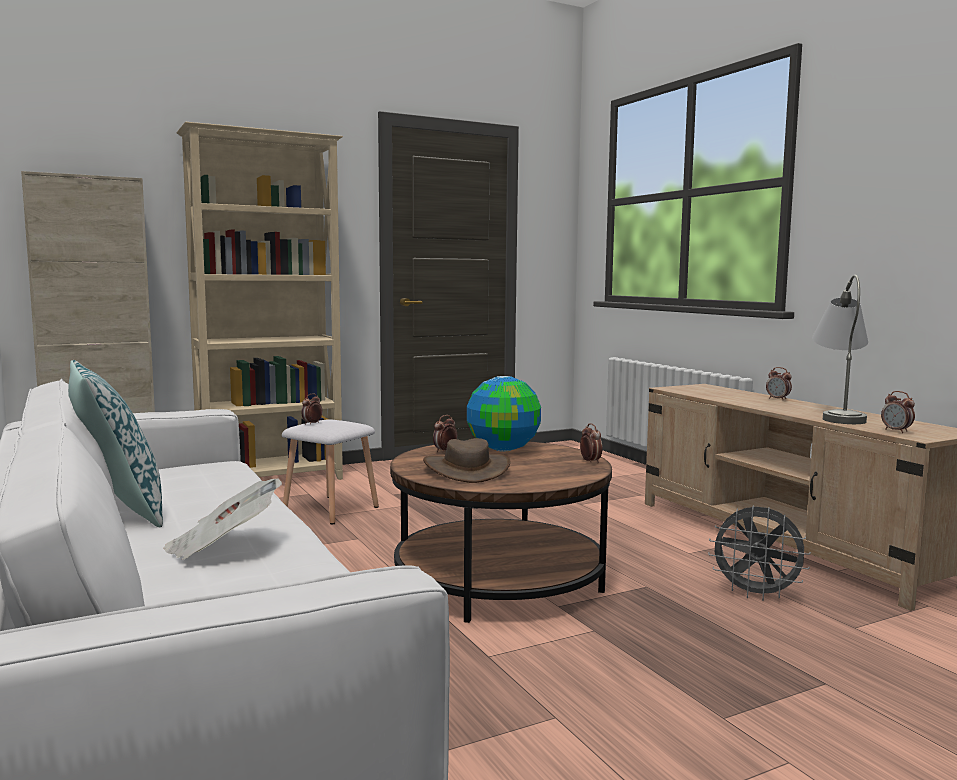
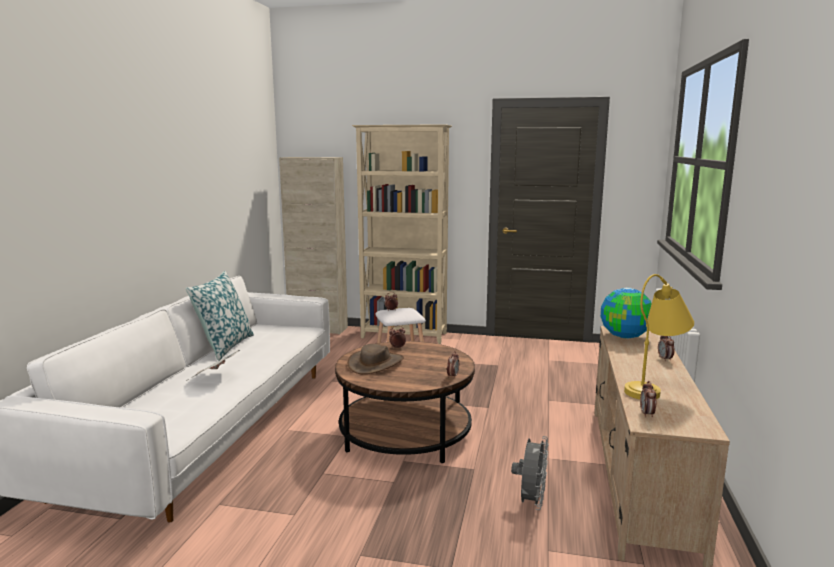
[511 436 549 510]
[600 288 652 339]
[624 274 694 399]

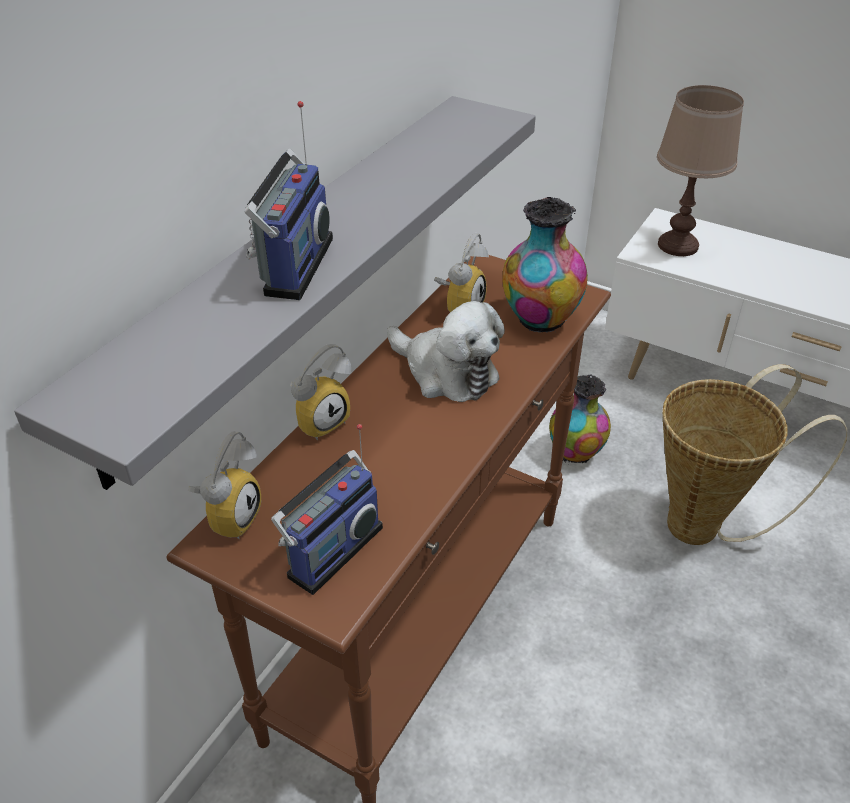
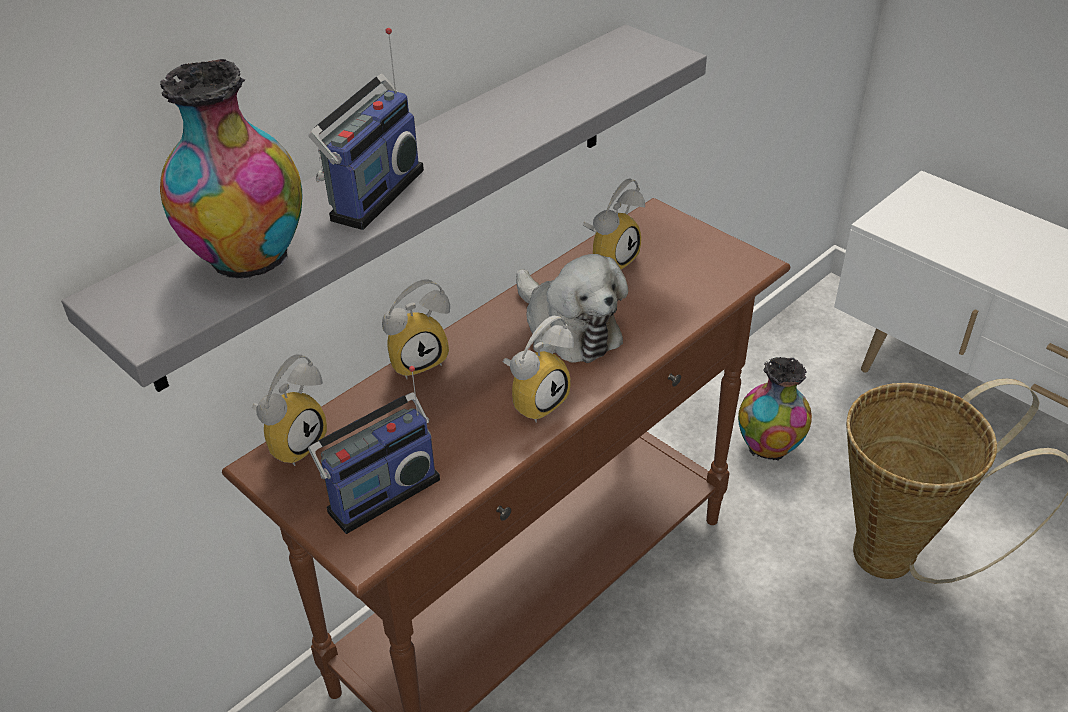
[160 59 302 281]
[503 316 574 423]
[657 85 744 256] (first image)

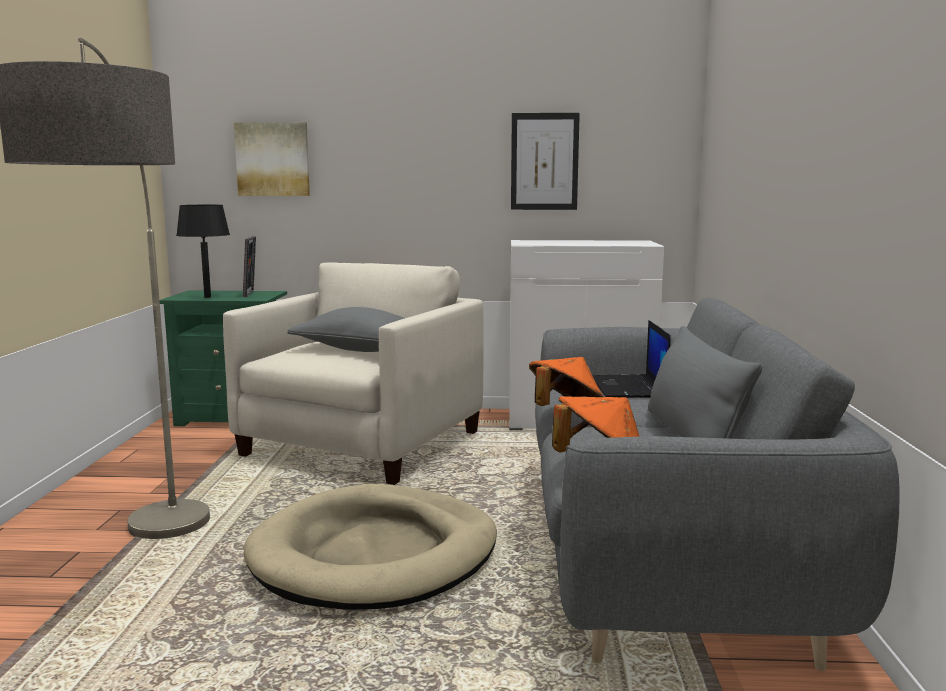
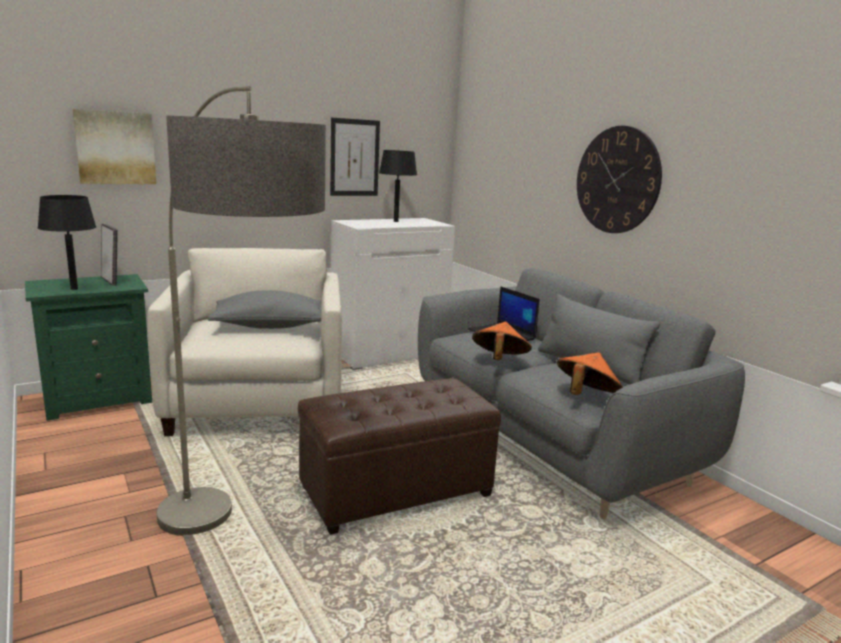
[298 378 501 535]
[379 150 417 222]
[577 126 662 233]

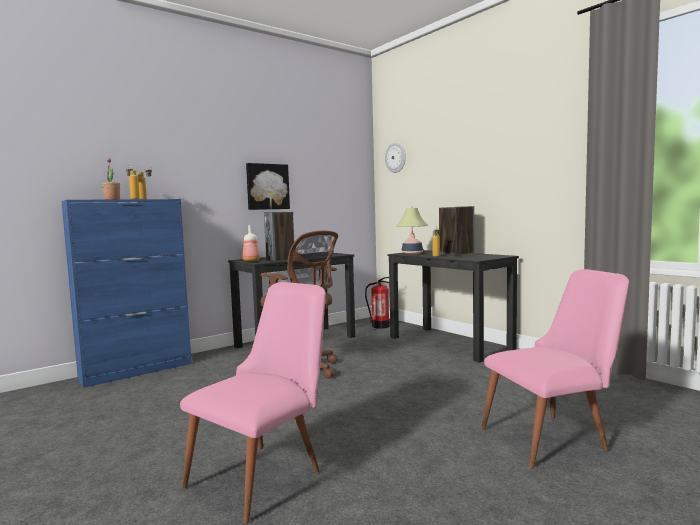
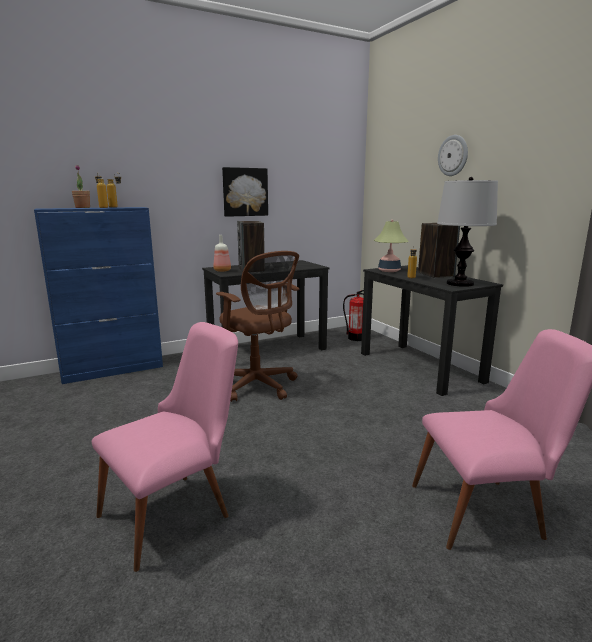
[437 177 498 287]
[438 135 468 176]

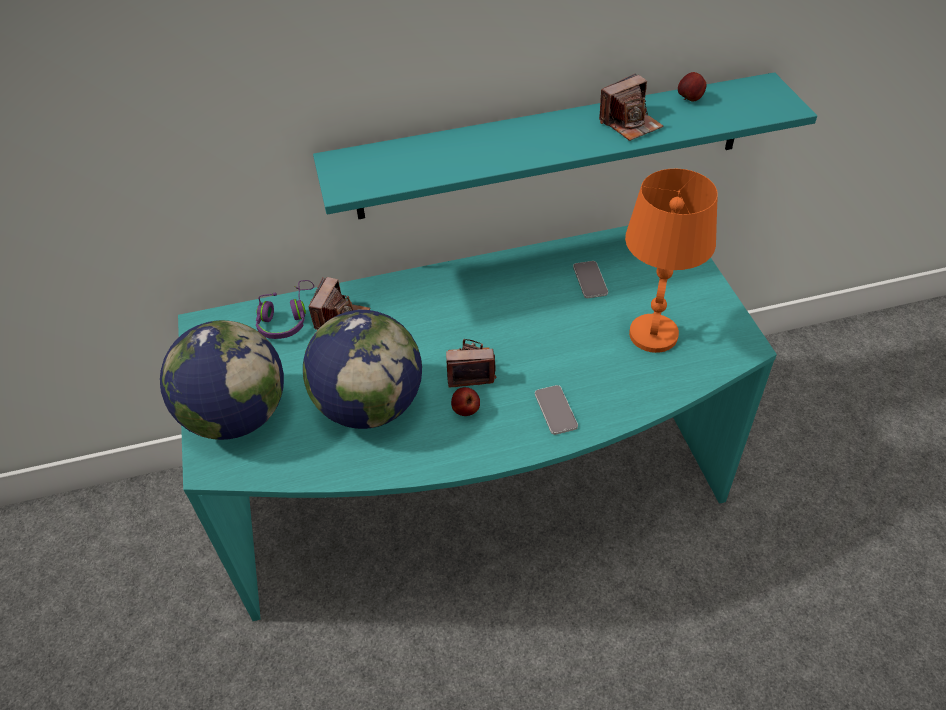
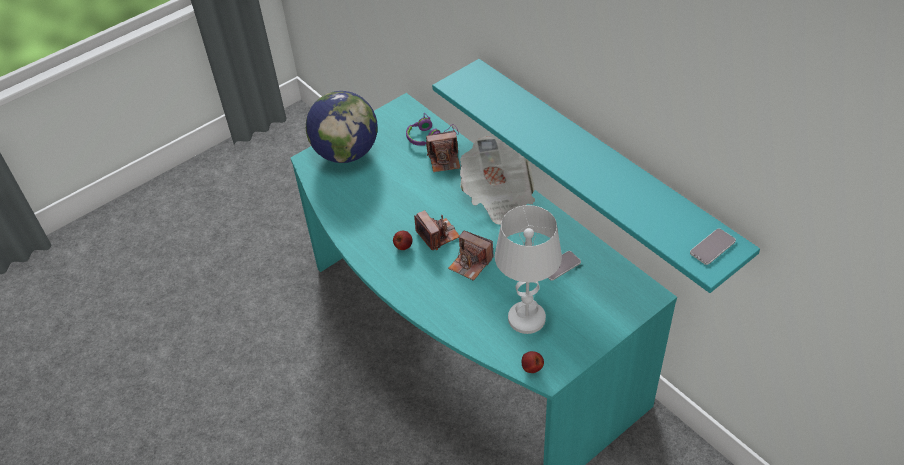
[448 231 494 281]
[460 136 535 225]
[495 205 562 334]
[522 351 544 373]
[690 229 736 265]
[303 310 422 429] (first image)

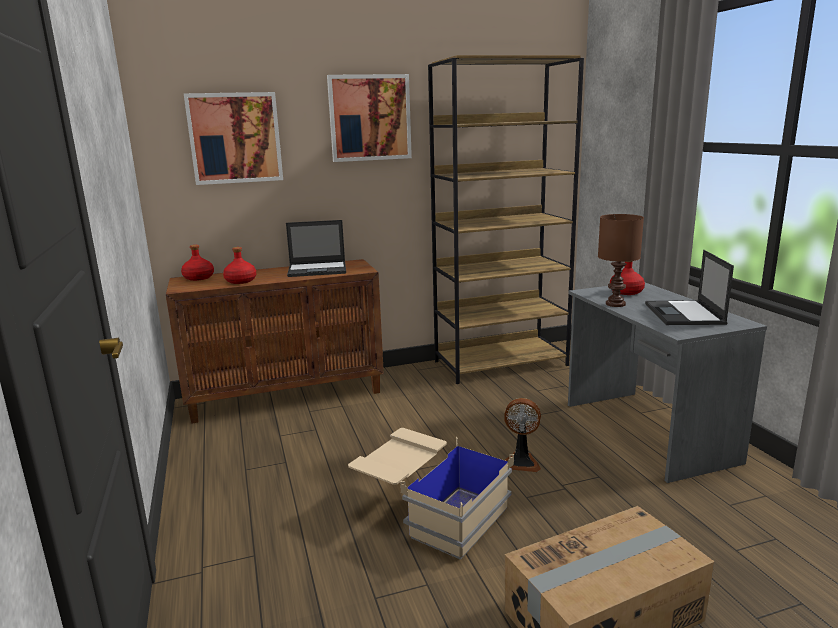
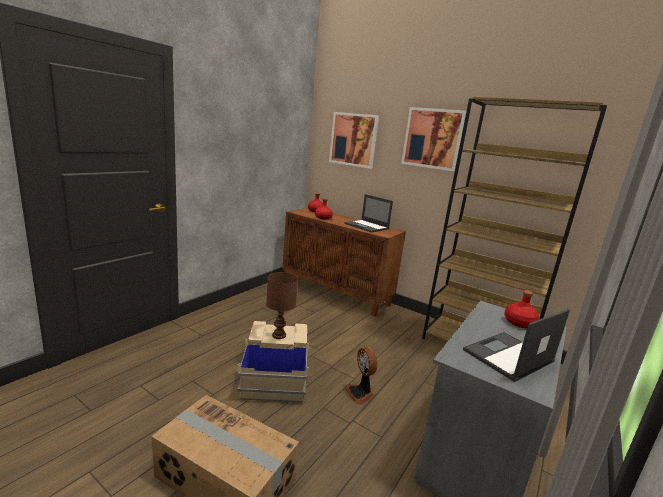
[266 272 298 339]

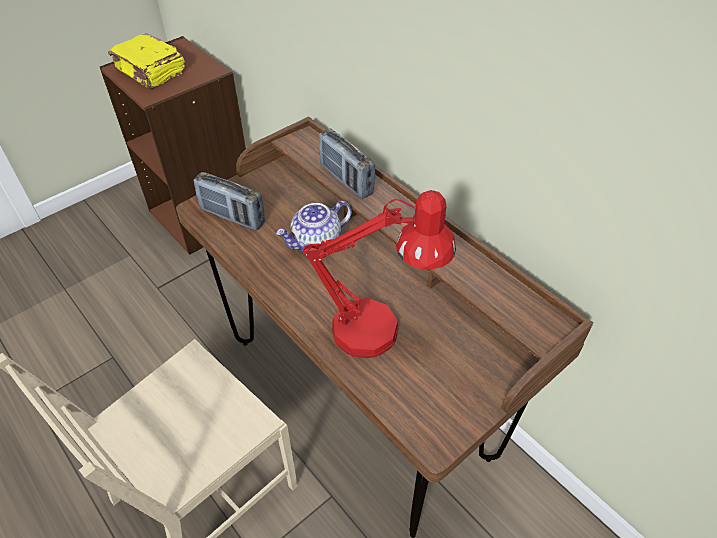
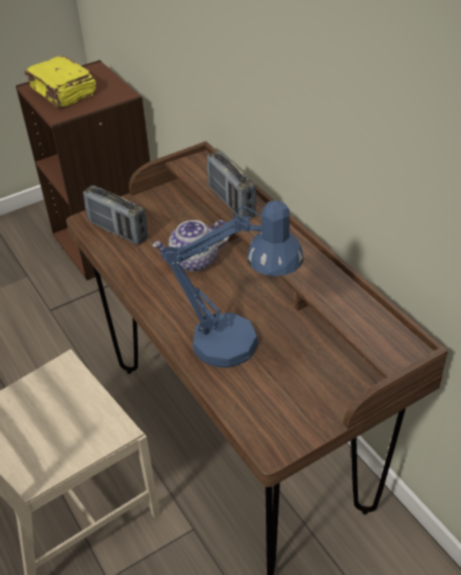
[162 200 304 368]

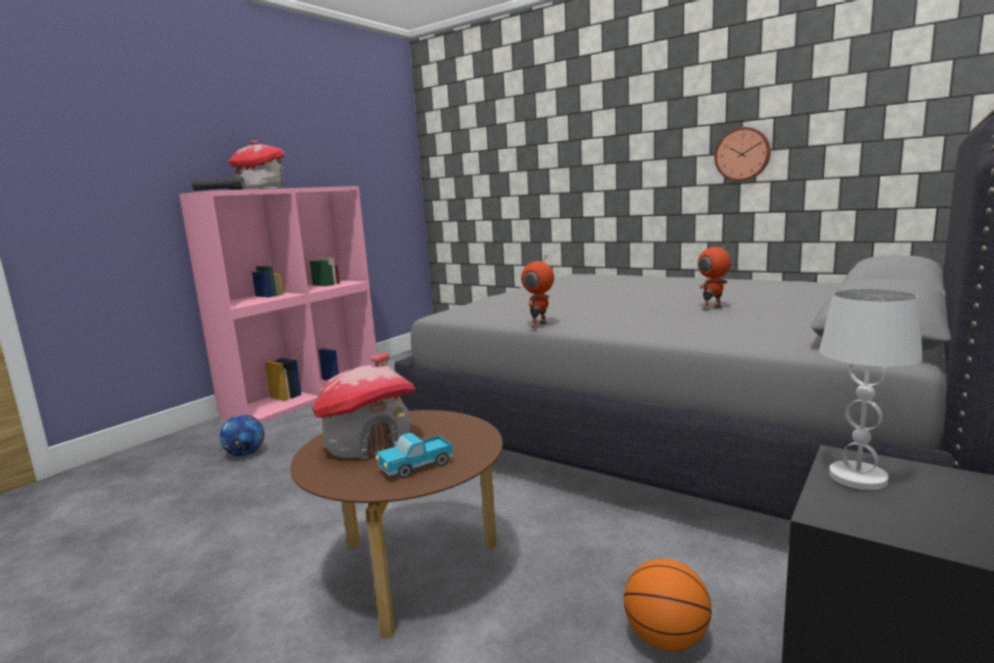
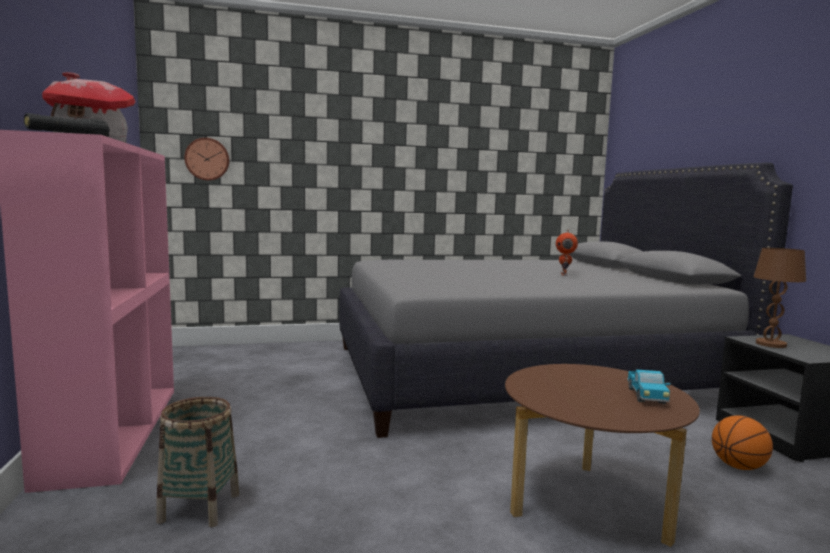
[156 397 239 527]
[184 138 229 181]
[754 248 806 348]
[312 352 416 460] (first image)
[521 254 554 328] (first image)

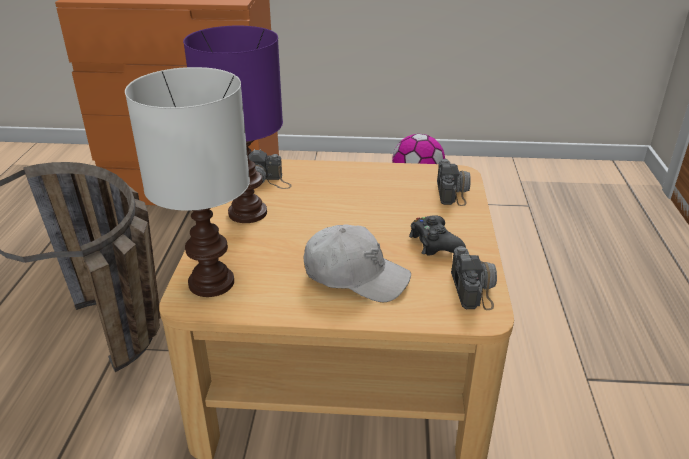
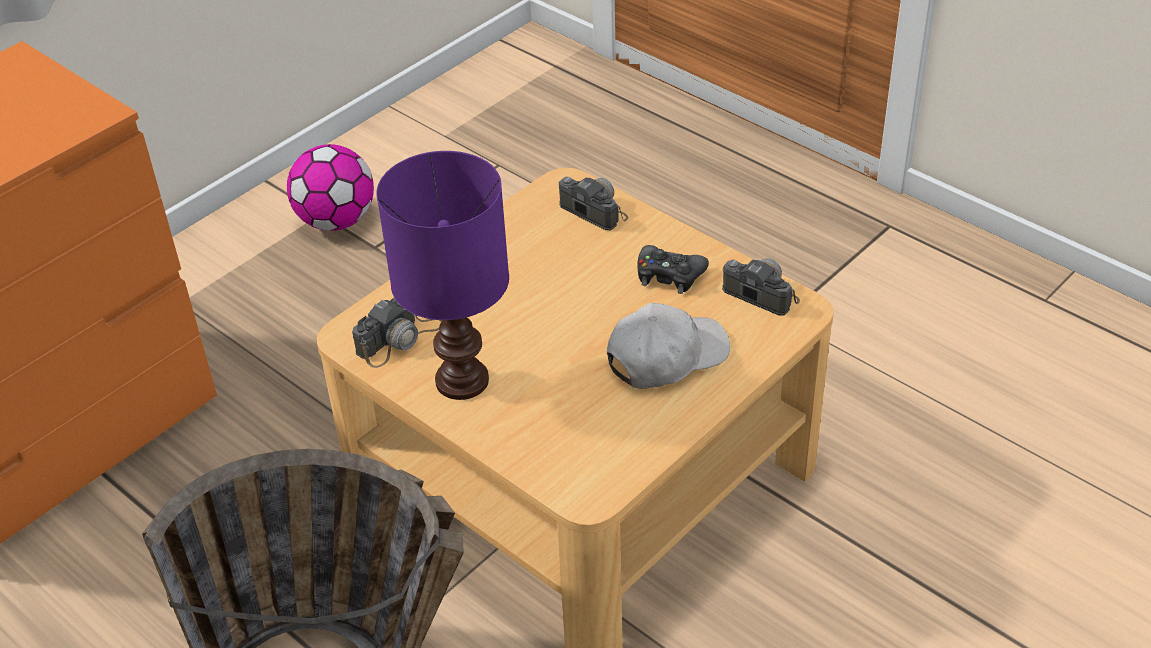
[125 67 250 297] (first image)

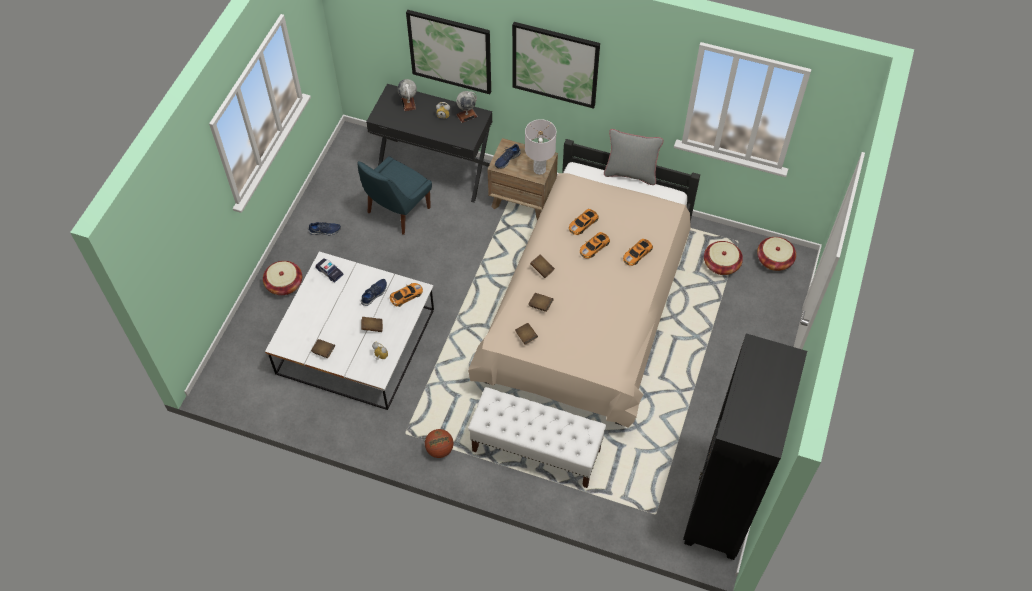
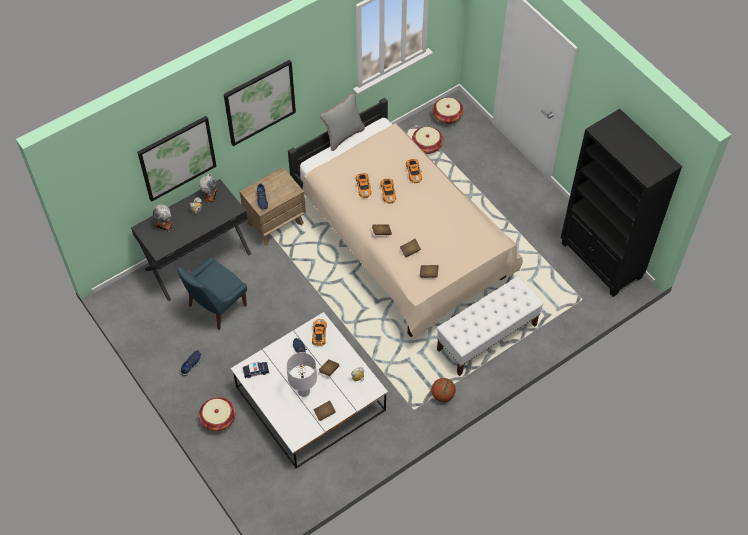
[177 257 247 330]
[286 352 317 397]

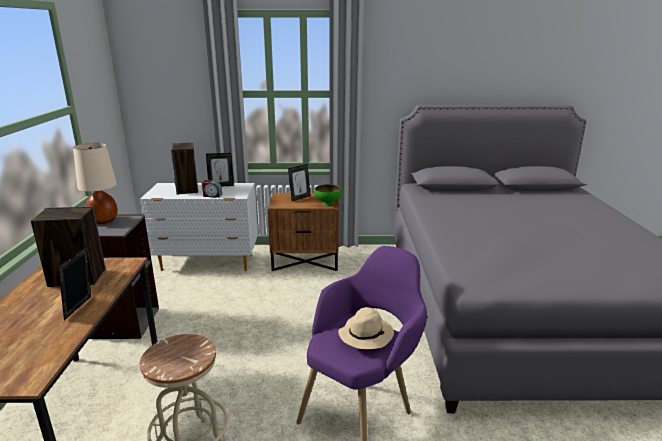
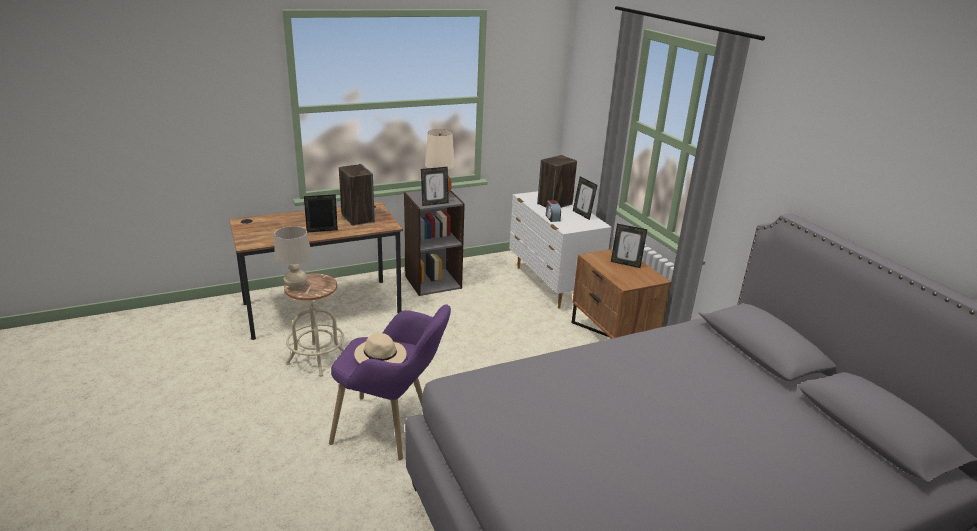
[274 226 312 290]
[421 167 449 206]
[314 184 342 206] (first image)

